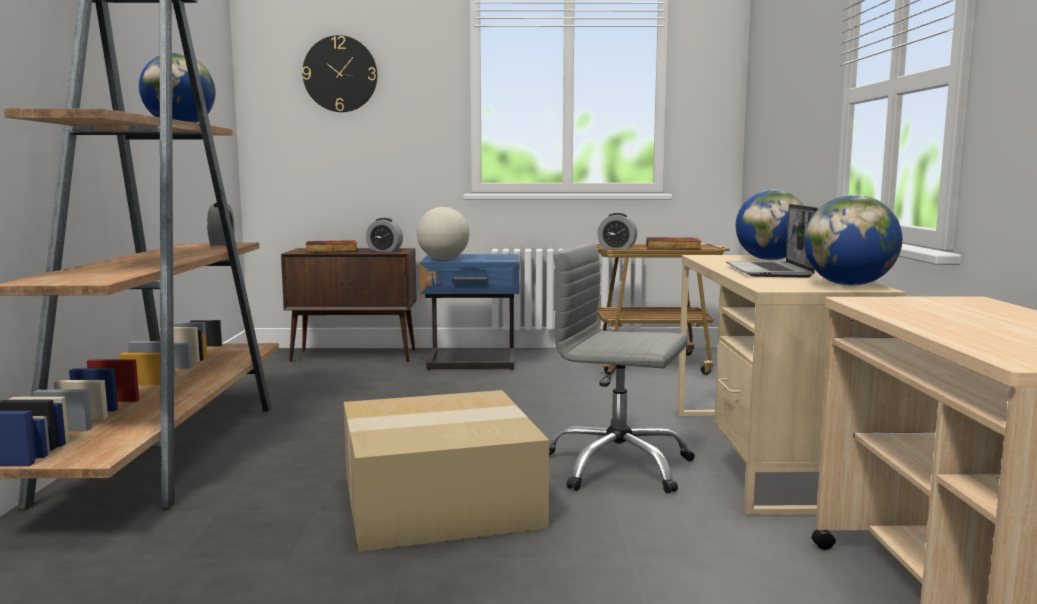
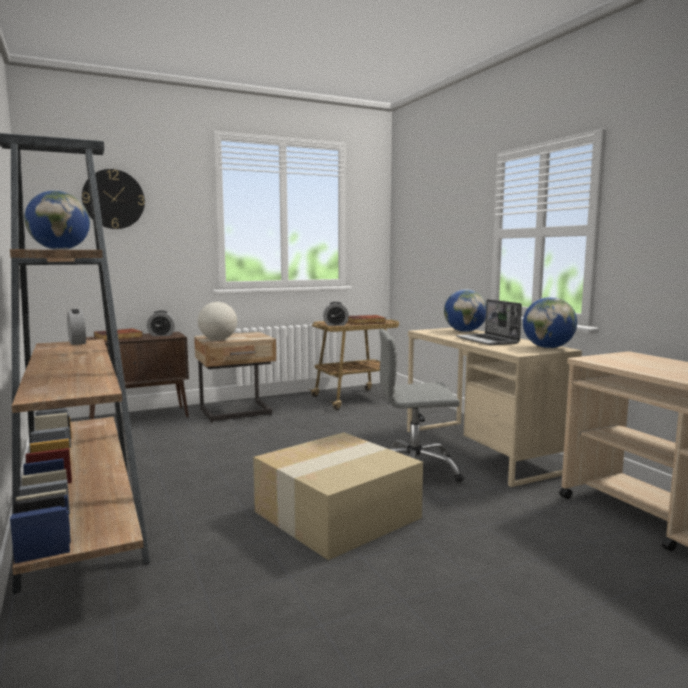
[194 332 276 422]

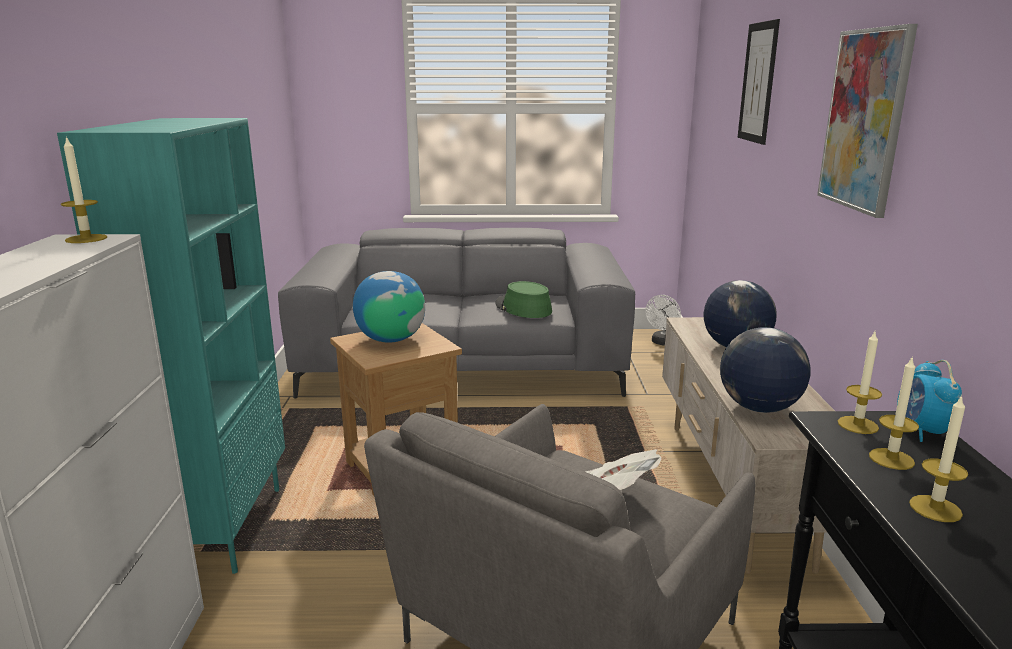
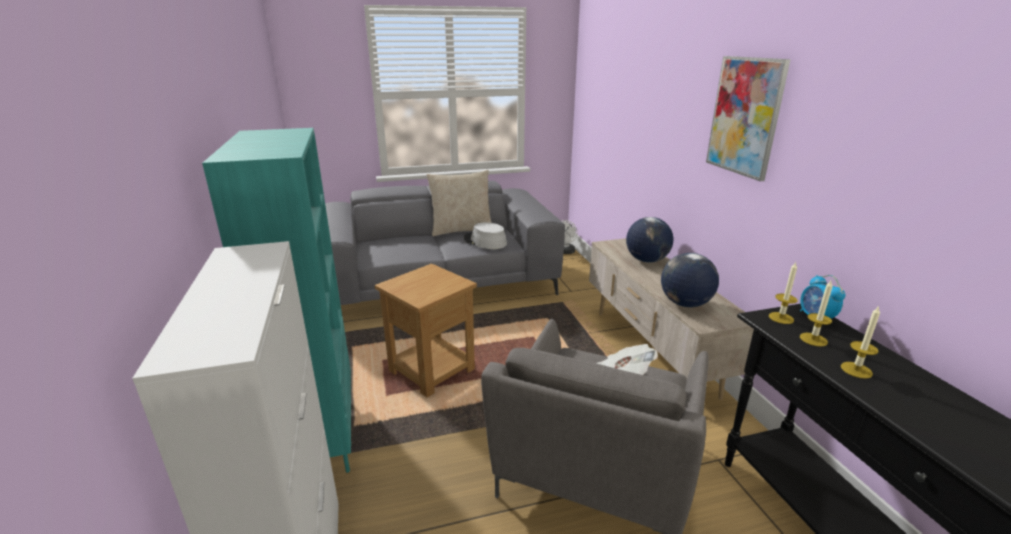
[427 170 492 236]
[464 222 507 249]
[61 136 107 243] (first image)
[353 271 425 342] (first image)
[738 19 780 145] (first image)

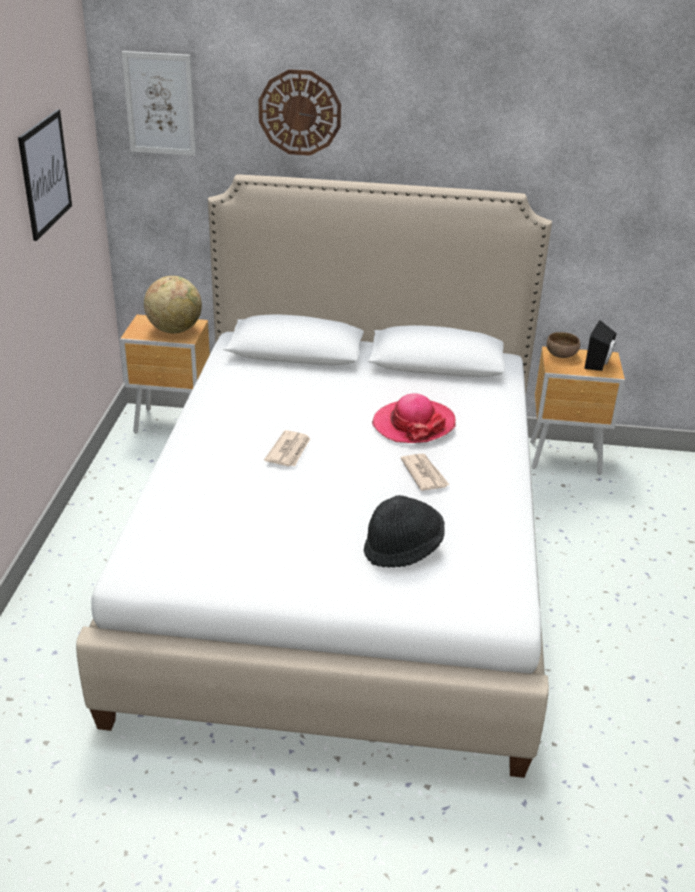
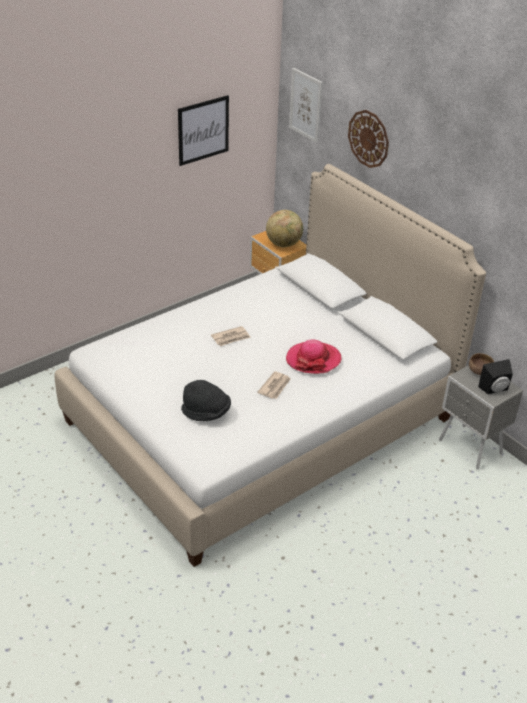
[439 365 523 470]

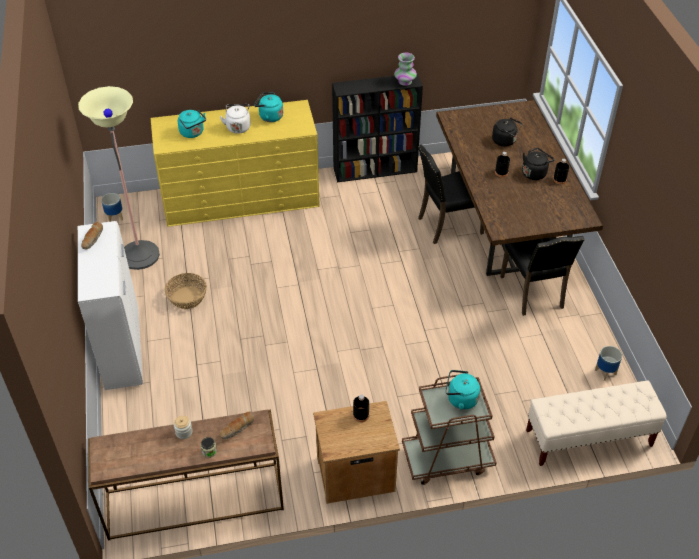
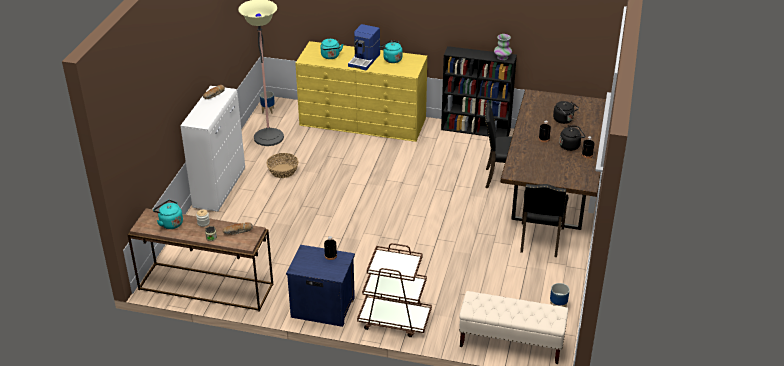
[153 200 183 229]
[286 245 355 327]
[348 24 380 70]

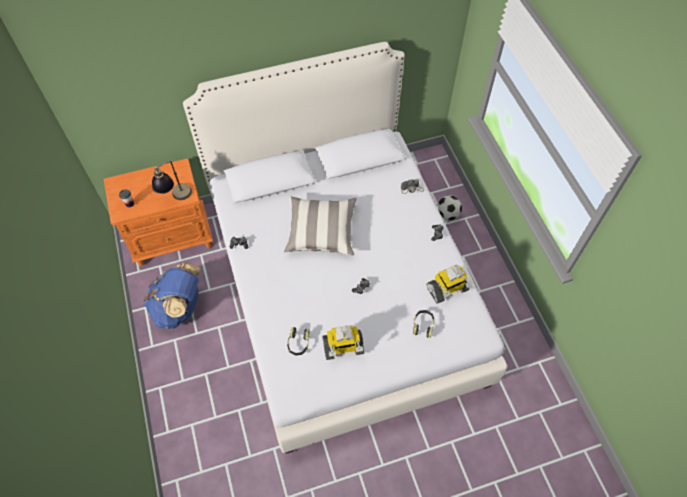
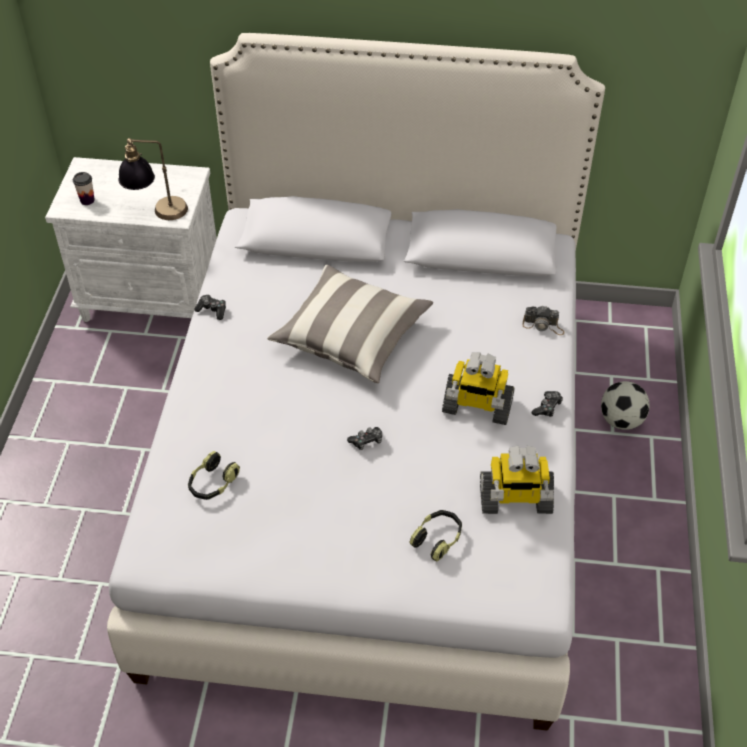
[45 157 217 322]
[442 352 515 425]
[144 263 201 329] (first image)

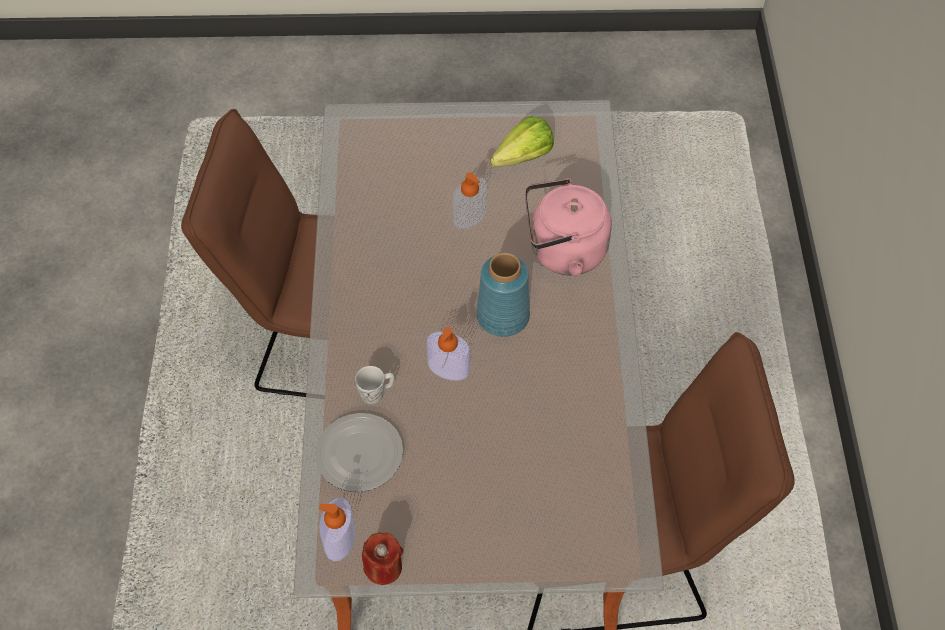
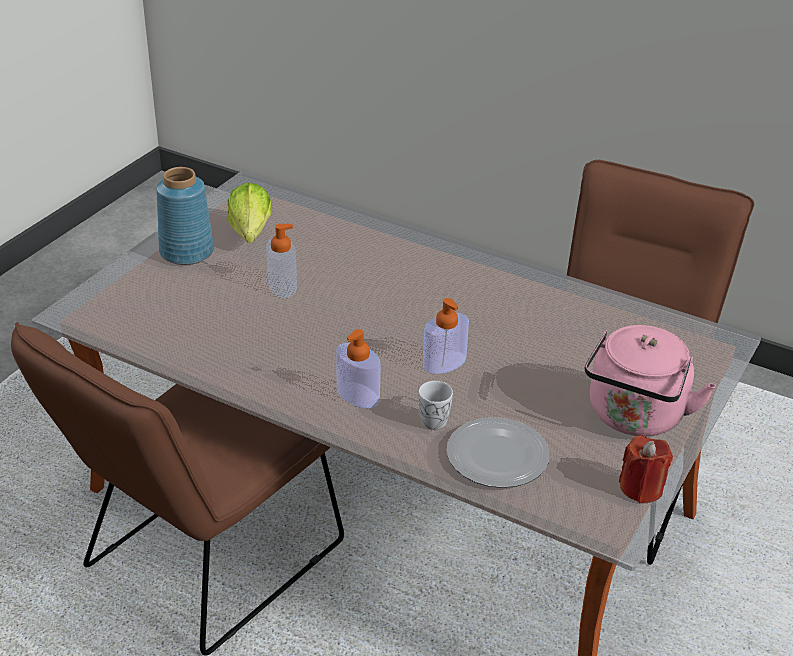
[156 167 214 265]
[336 329 381 408]
[585 325 716 436]

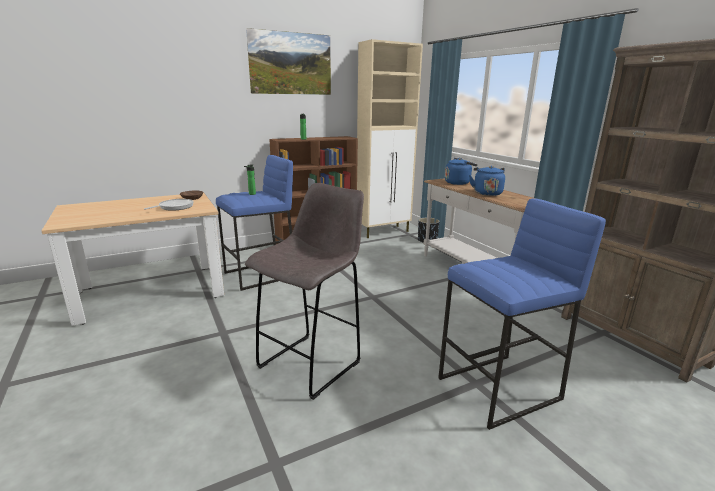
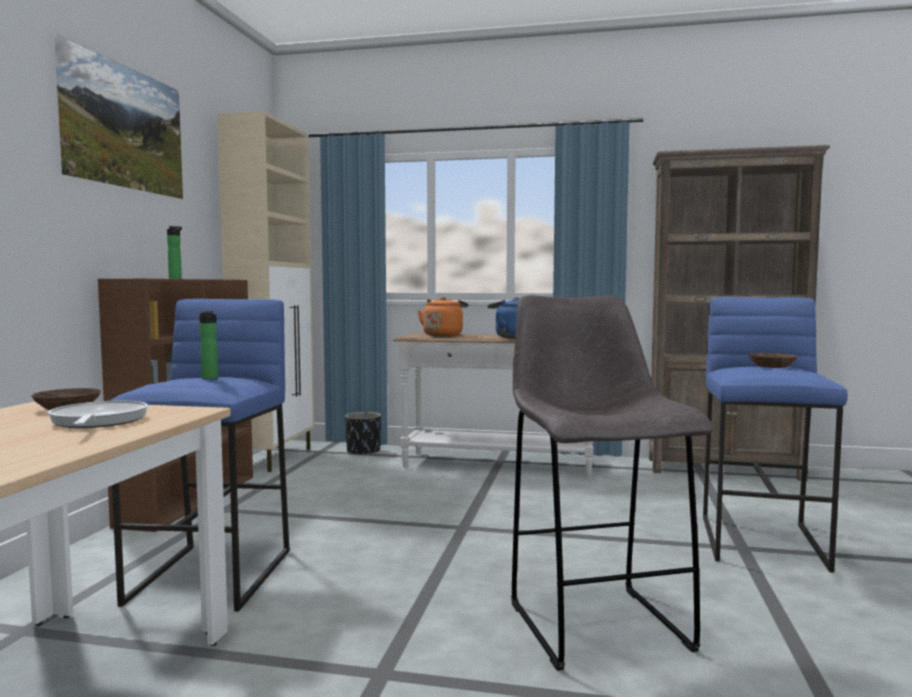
[417 297 468 337]
[749 353 798 368]

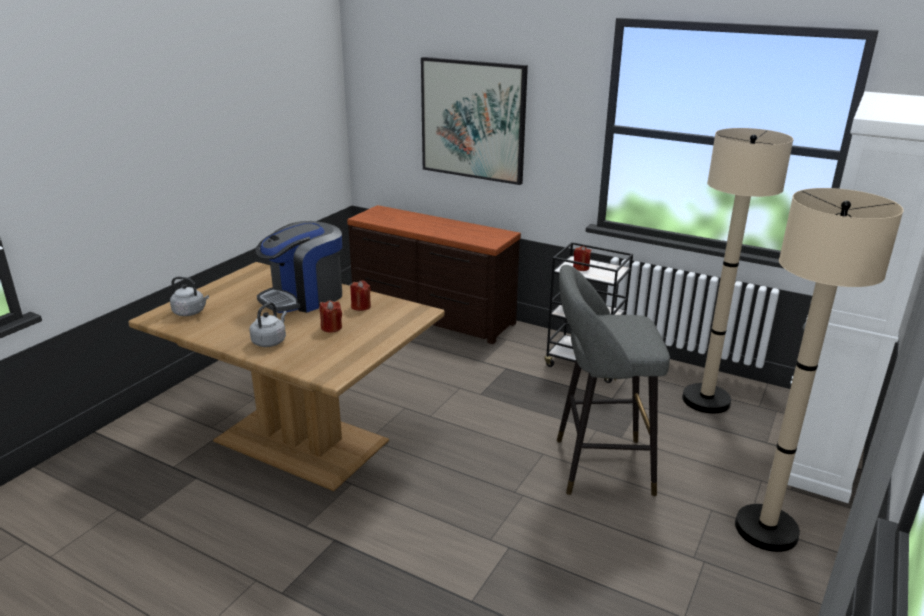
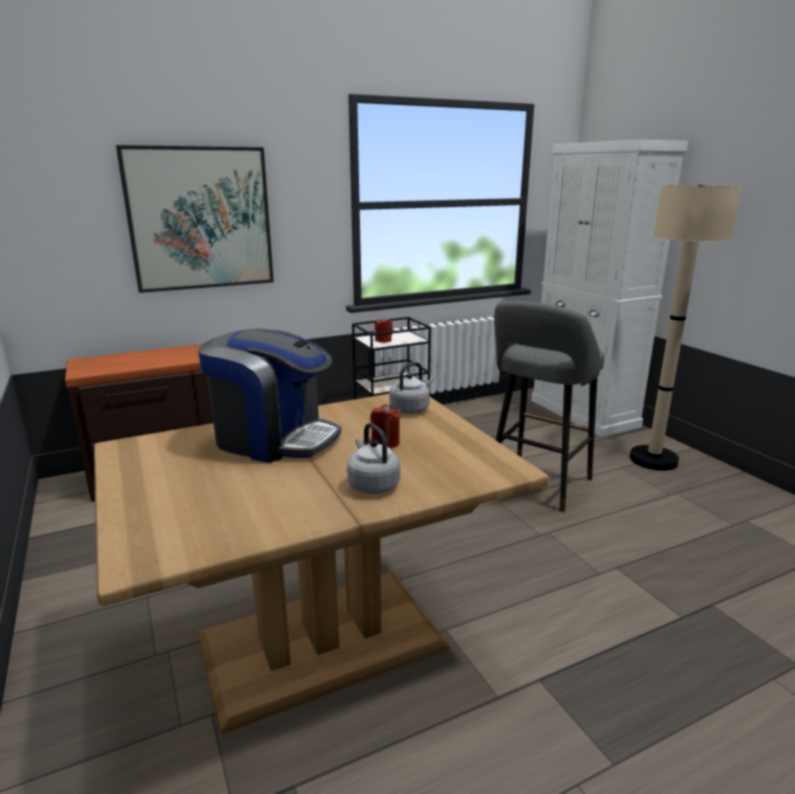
[198 328 341 463]
[389 362 434 414]
[350 281 371 311] (first image)
[682 128 793 413] (first image)

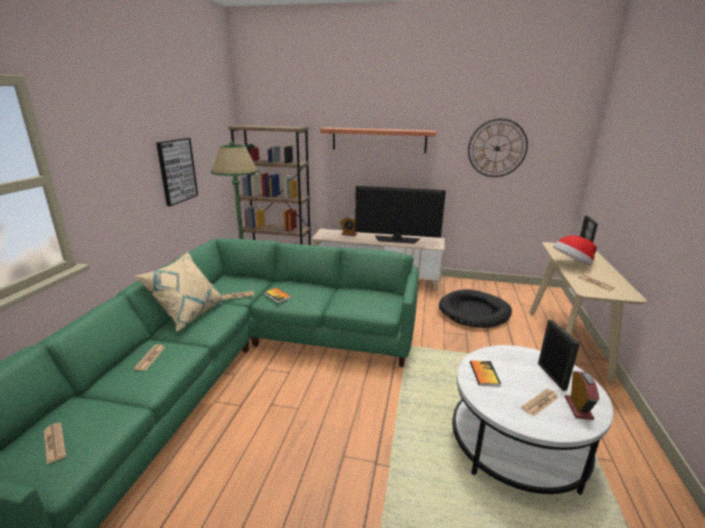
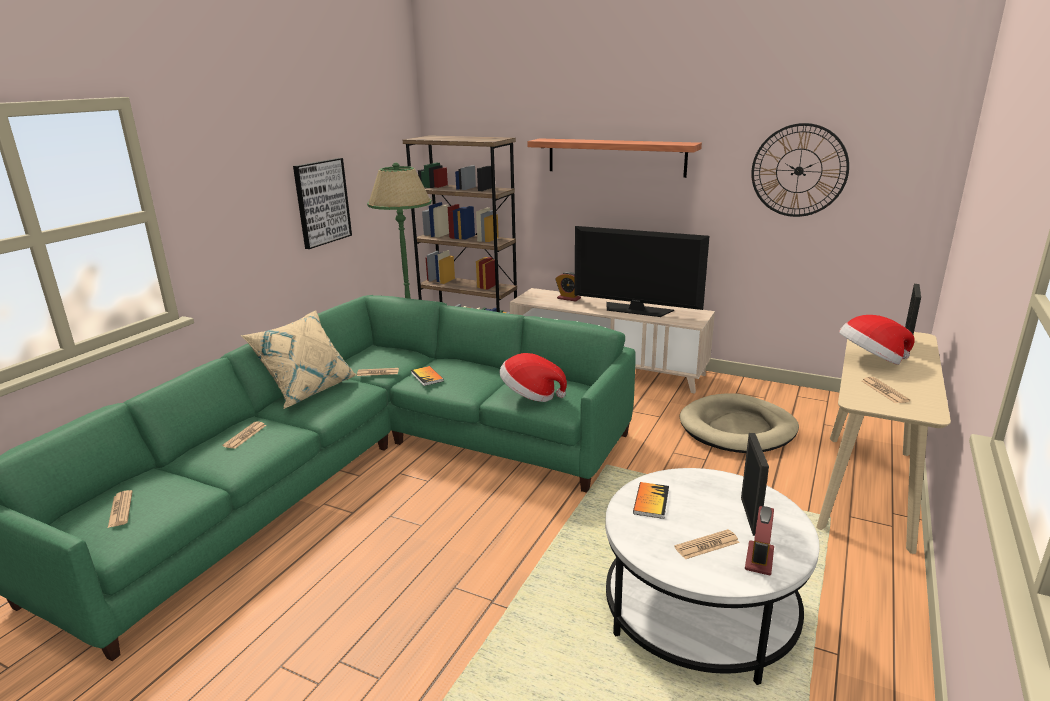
[499 353 567 402]
[680 393 799 453]

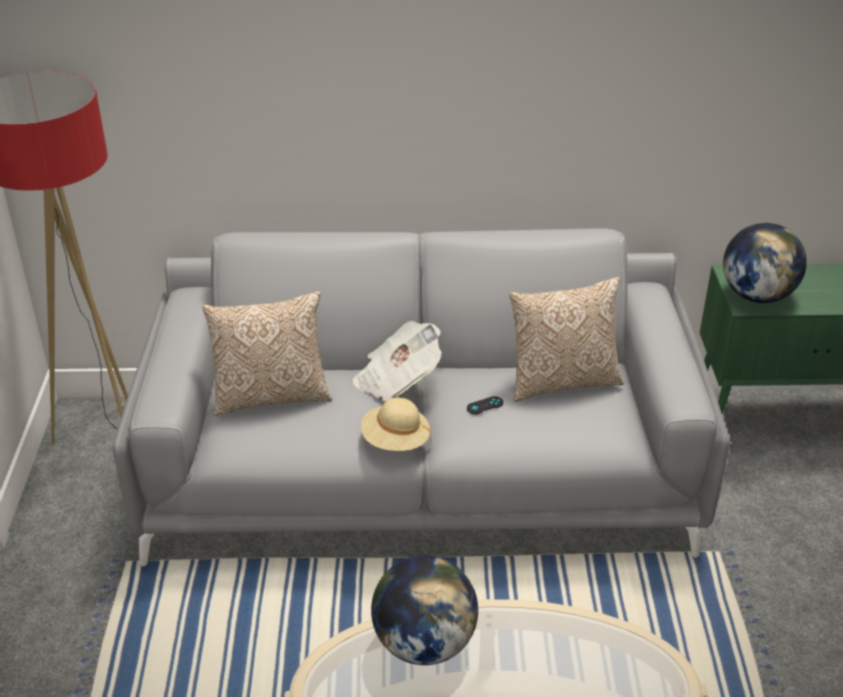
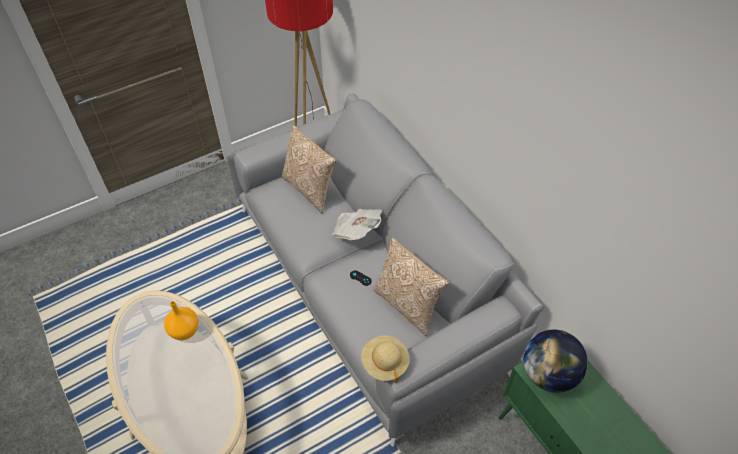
[164 301 199 340]
[361 335 410 383]

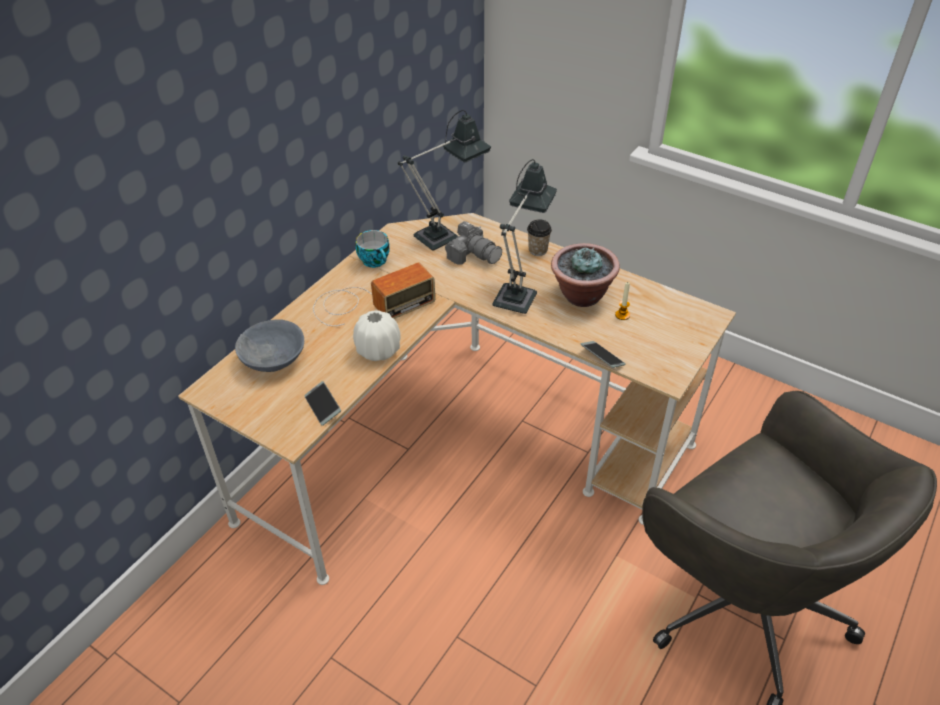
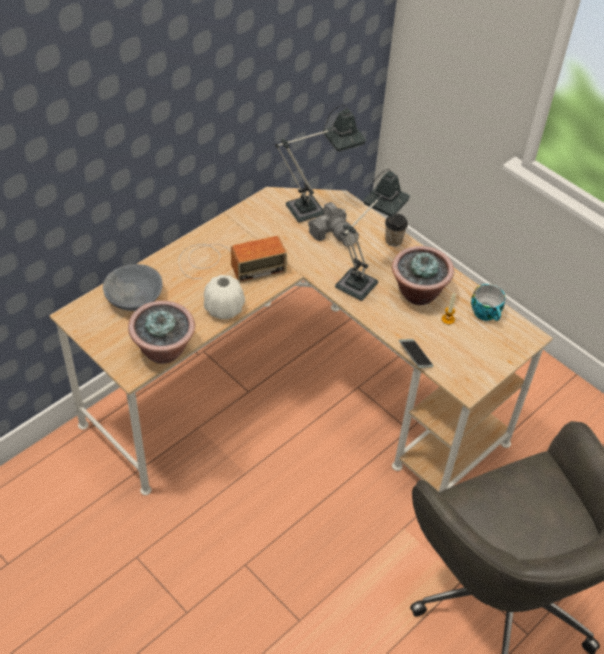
[128 301 195 364]
[471 284 505 321]

